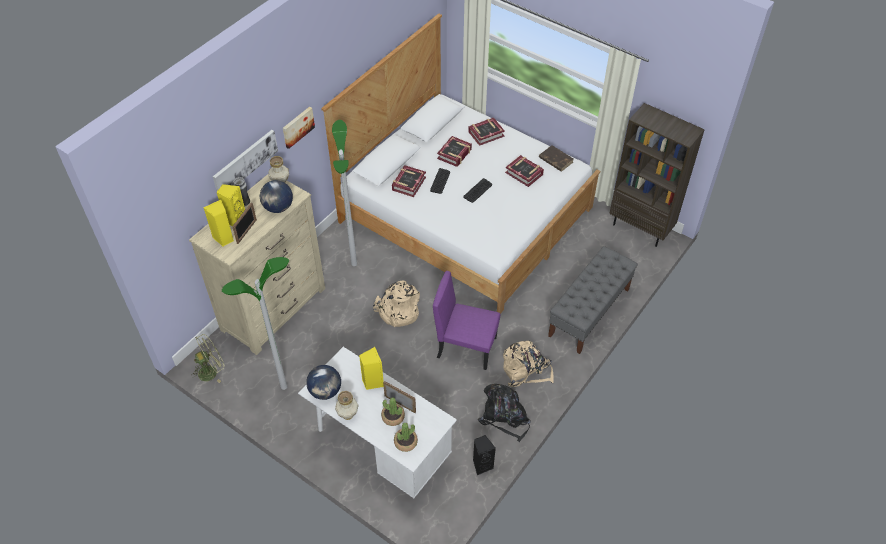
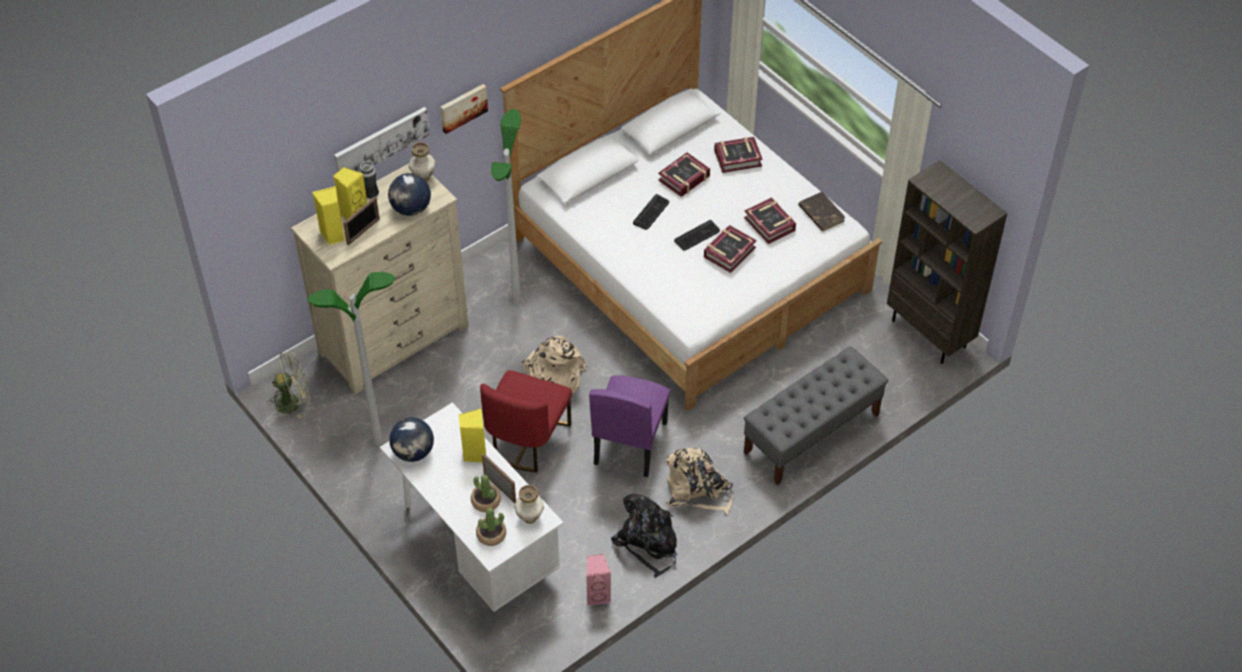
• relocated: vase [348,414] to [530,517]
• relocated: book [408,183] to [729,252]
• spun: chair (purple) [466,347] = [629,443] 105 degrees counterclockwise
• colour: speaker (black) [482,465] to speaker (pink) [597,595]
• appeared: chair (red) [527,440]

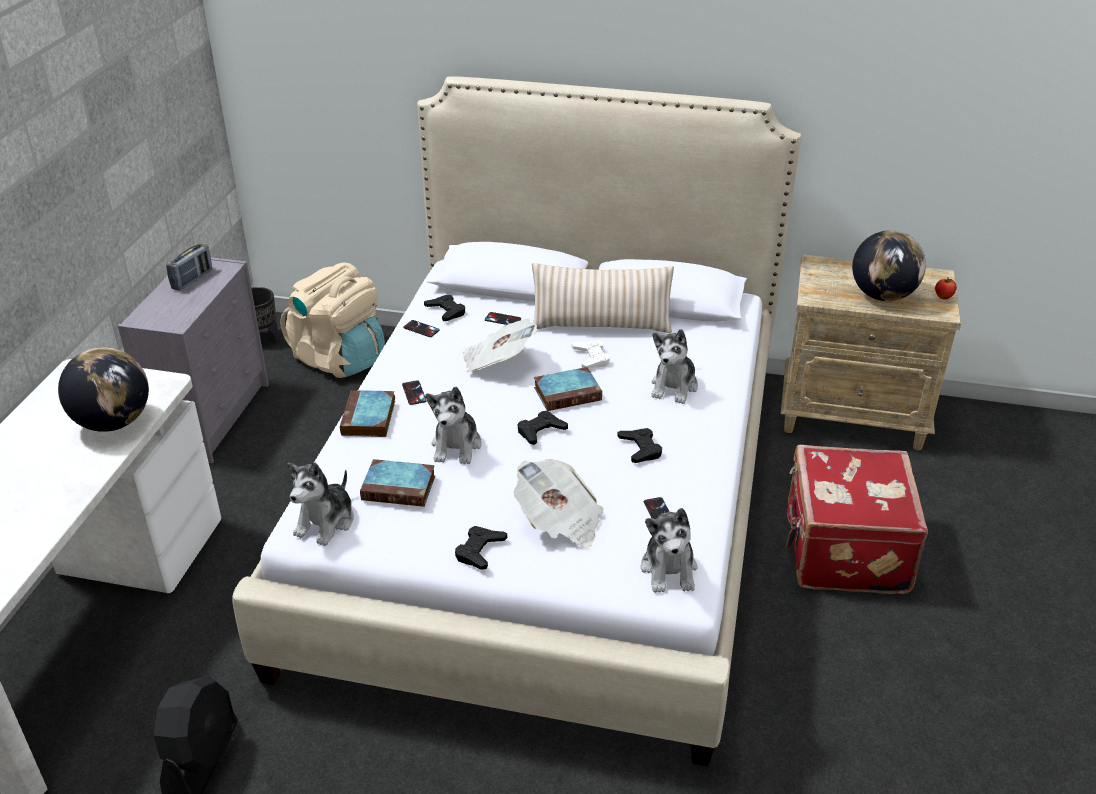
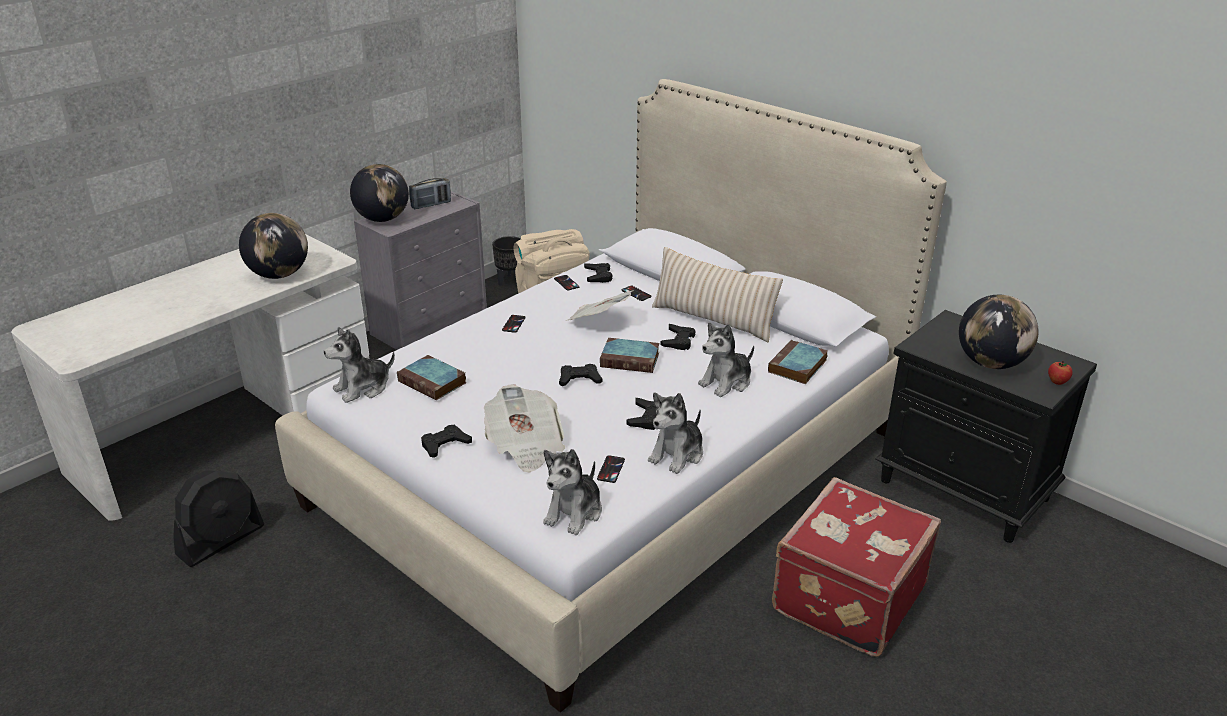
• relocated: book [369,419] to [797,367]
• relocated: plush toy [456,446] to [677,454]
• colour: game controller (white) [591,358] to game controller (black) [678,341]
• colour: nightstand (beige) [854,415] to nightstand (black) [965,490]
• appeared: globe [383,219]

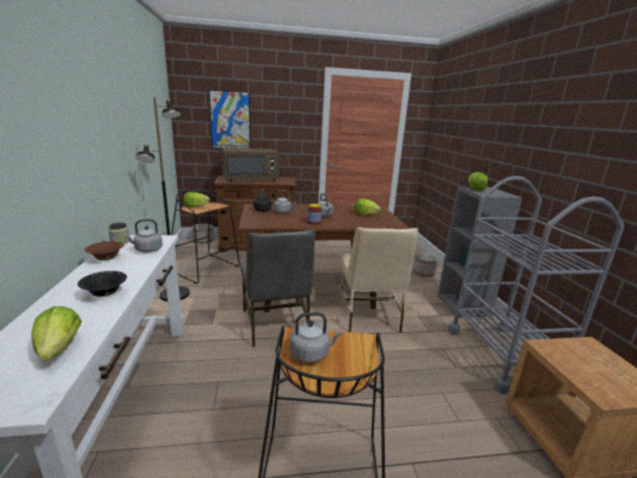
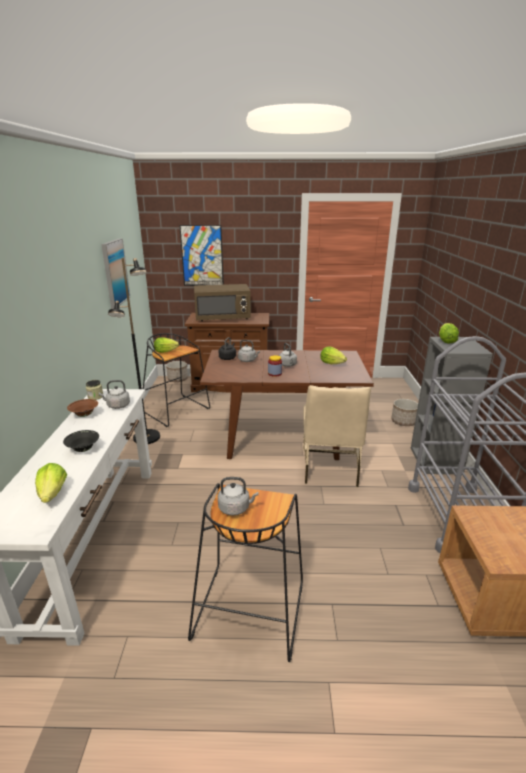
• missing: chair (grey) [275,324]
• appeared: picture [115,272]

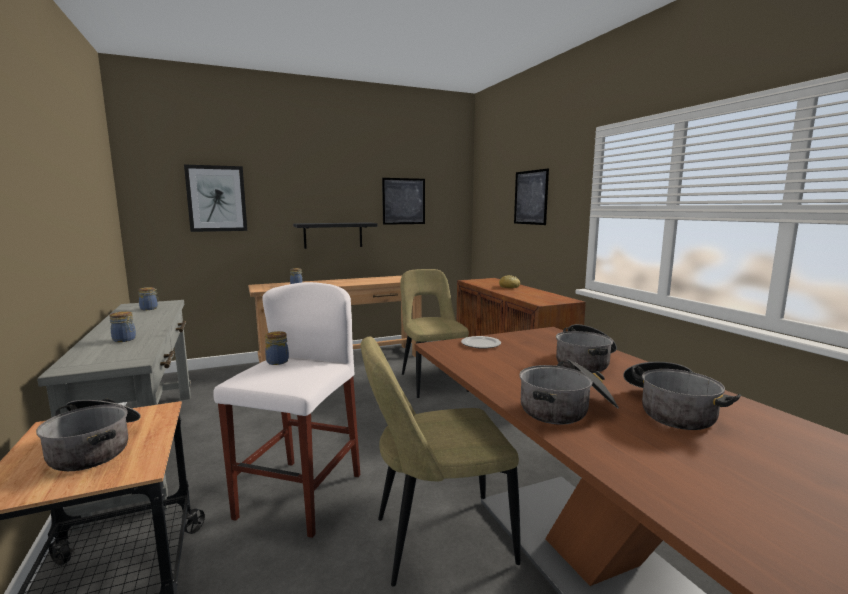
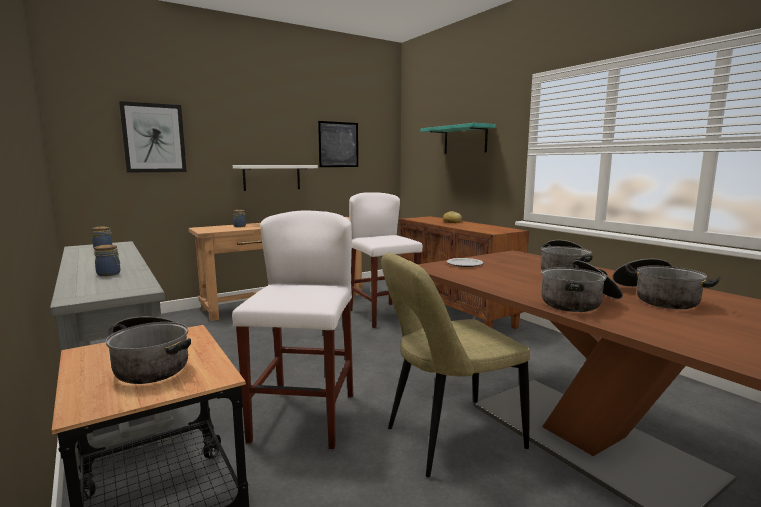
• missing: jar [277,361]
• colour: shelf (black) [333,235] to shelf (white) [272,177]
• exchanged: chair (beige) [432,382] to stool (white) [382,315]
• exchanged: picture [530,197] to shelf (turquoise) [465,140]

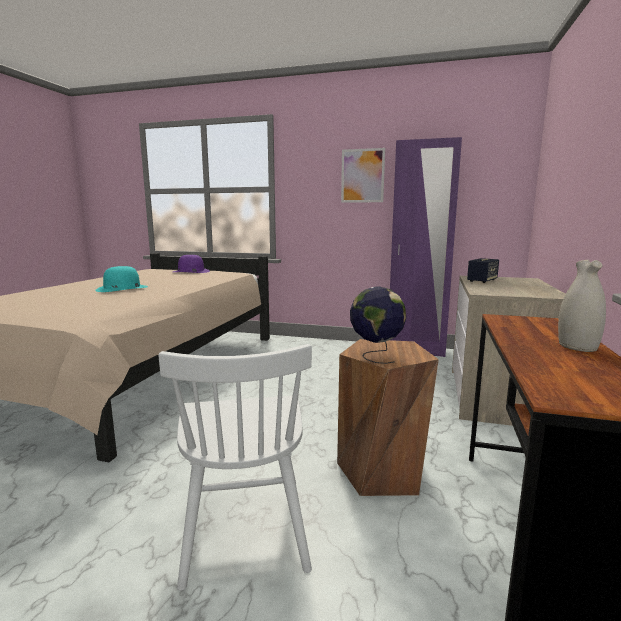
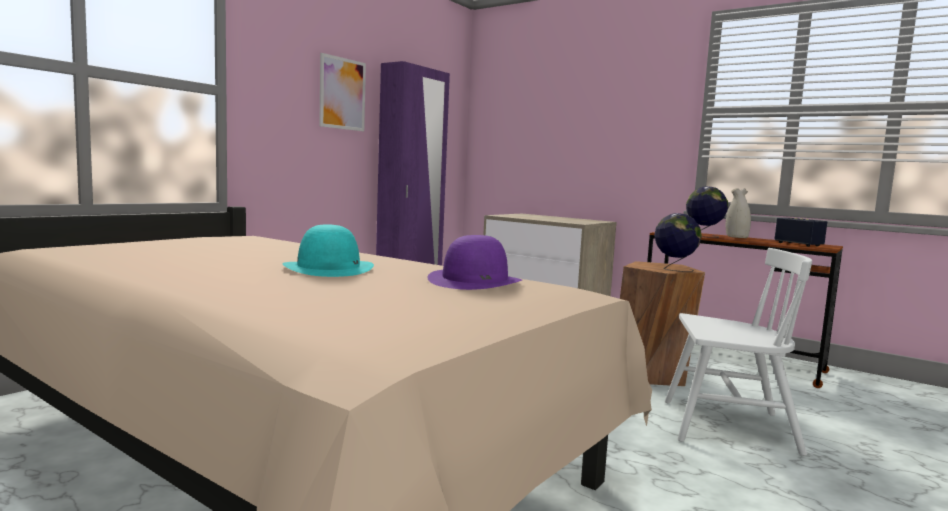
• relocated: hat (purple) [191,271] to [475,281]
• relocated: speaker [482,281] to [798,244]
• appeared: globe [703,236]

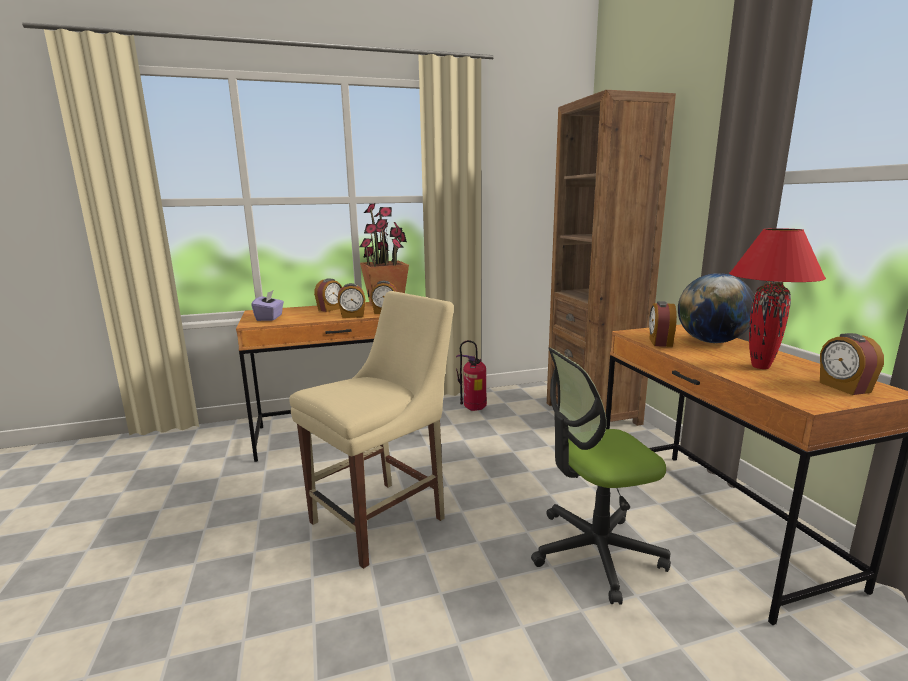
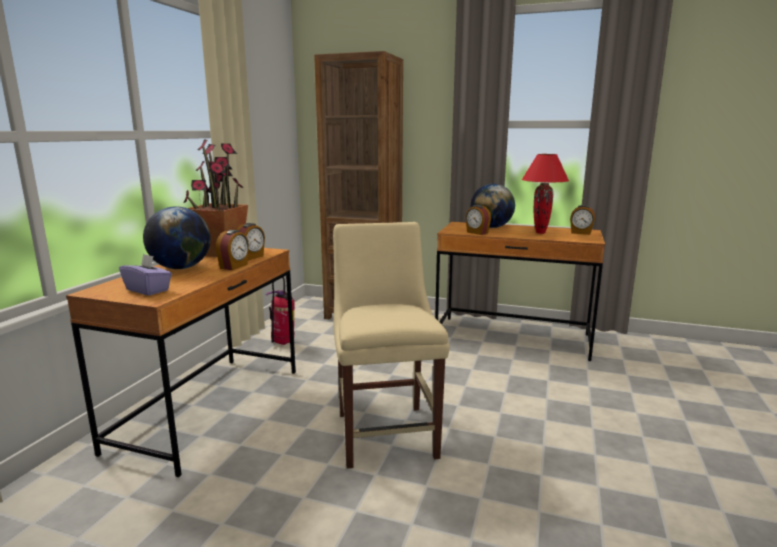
• exchanged: alarm clock [330,309] to globe [181,268]
• missing: office chair [595,552]

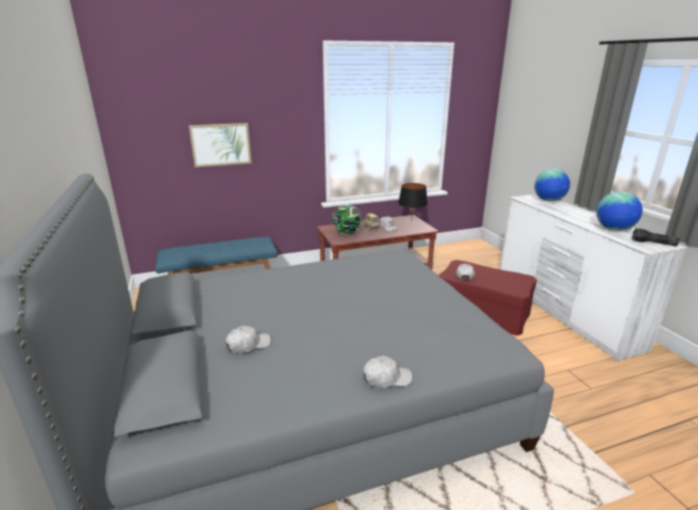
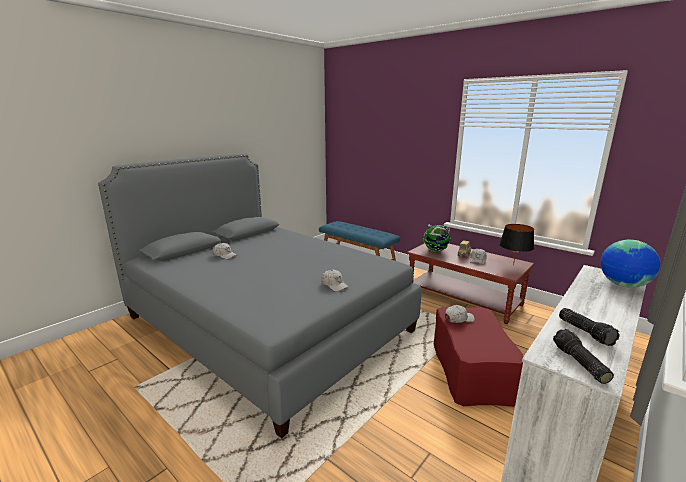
• missing: picture [221,144]
• relocated: cap (white) [386,378] to [334,285]
• exchanged: globe [614,229] to flashlight [586,332]

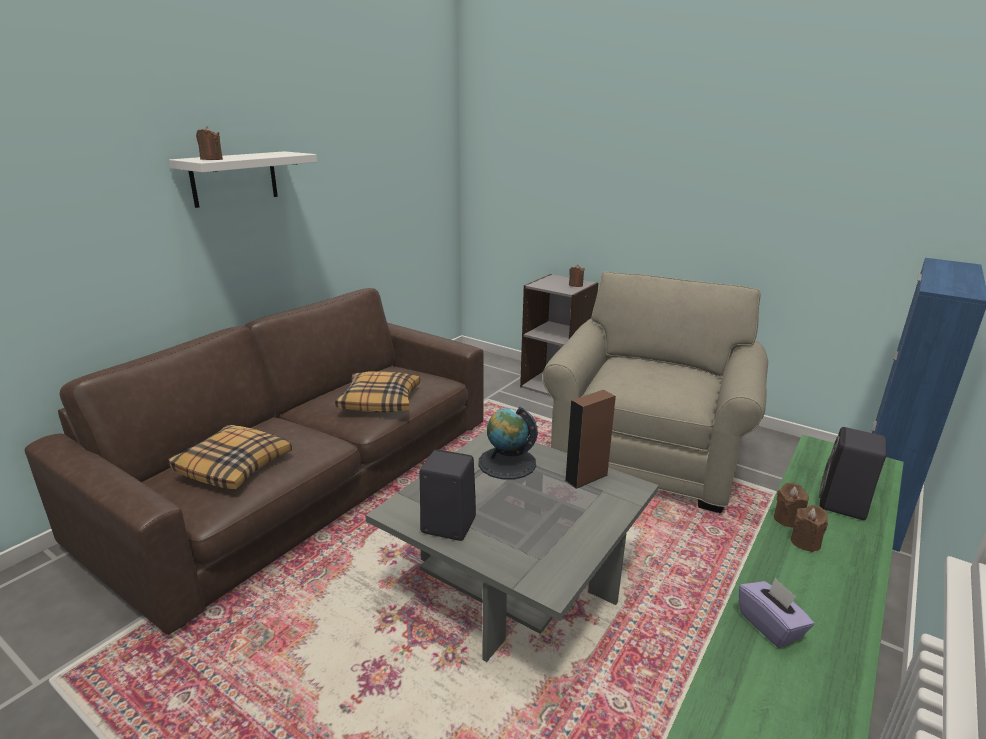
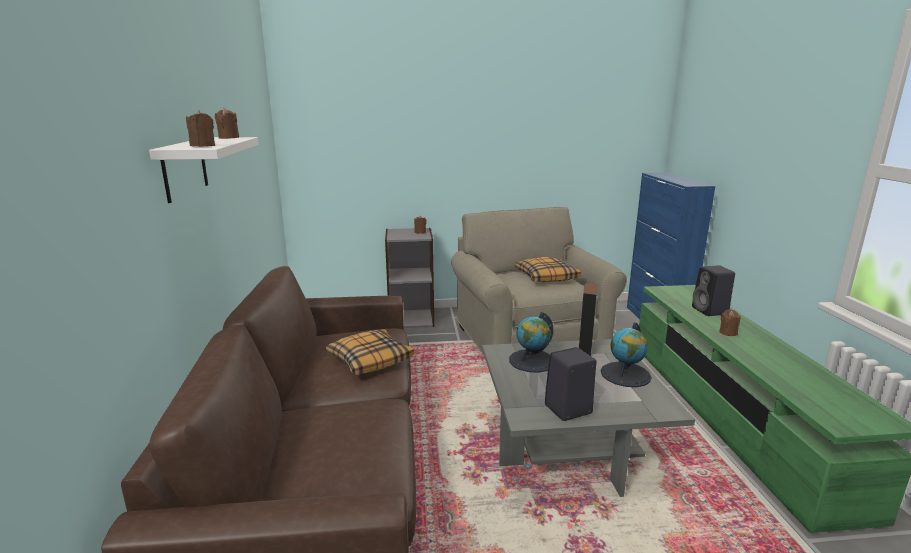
• relocated: pillow [234,466] to [546,277]
• missing: tissue box (purple) [770,625]
• relocated: candle (brown) [787,519] to [229,138]
• appeared: globe [625,374]

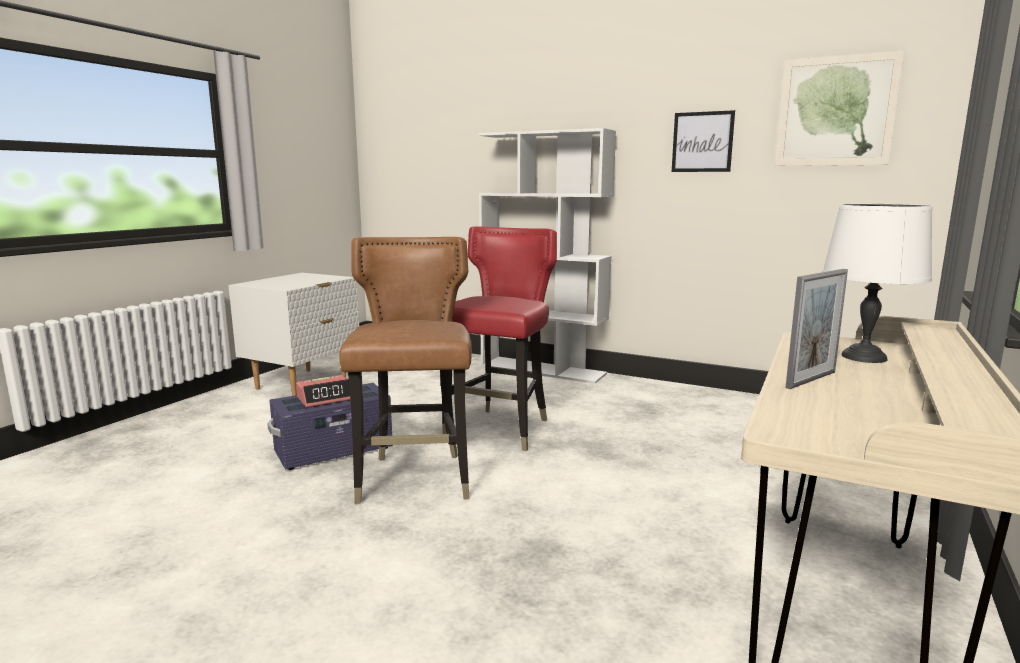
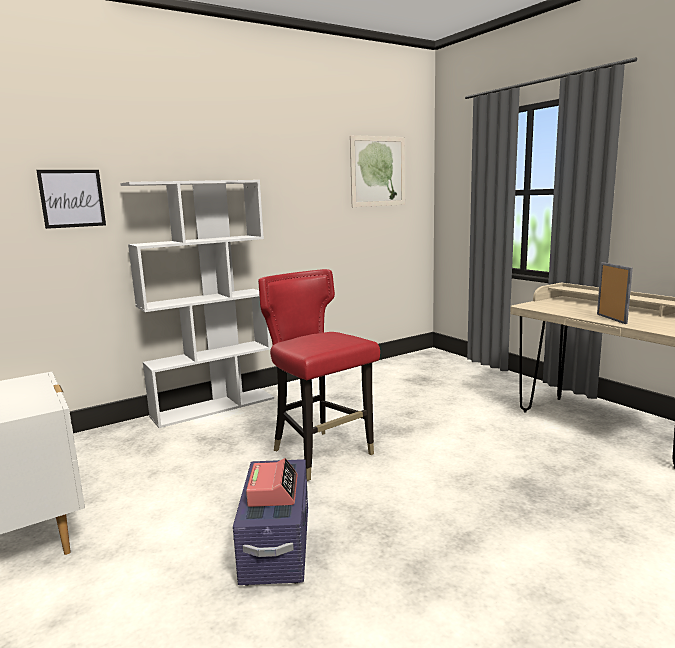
• missing: chair (brown) [416,480]
• relocated: picture [702,142] to [72,198]
• missing: table lamp (white) [863,357]

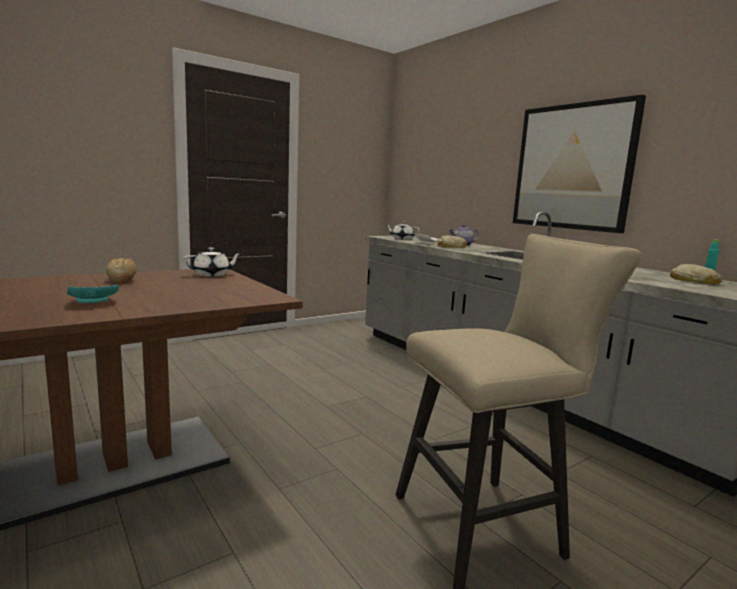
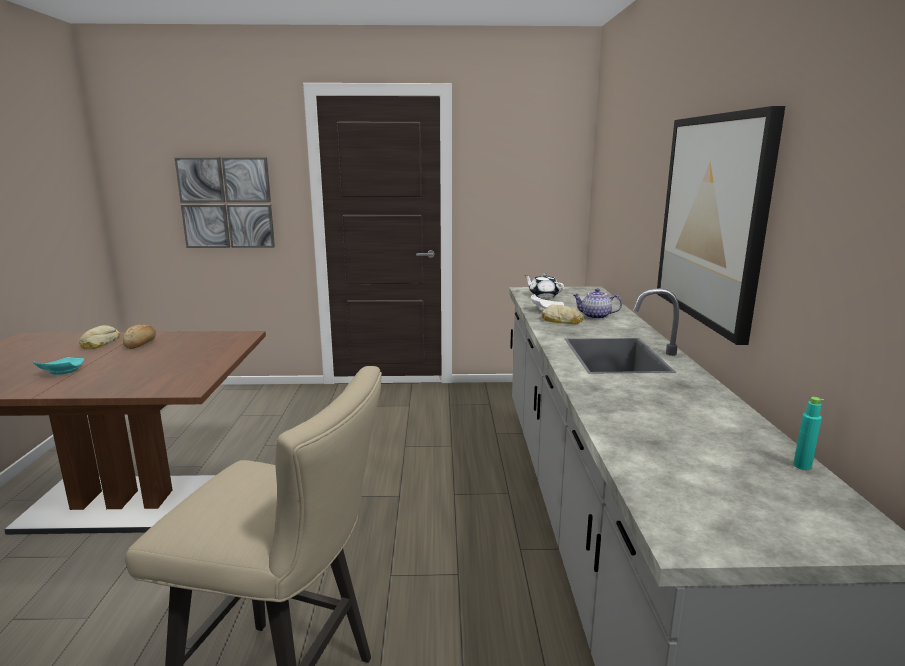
• missing: teapot (white) [212,274]
• relocated: bread [694,281] to [98,343]
• appeared: picture [226,203]

